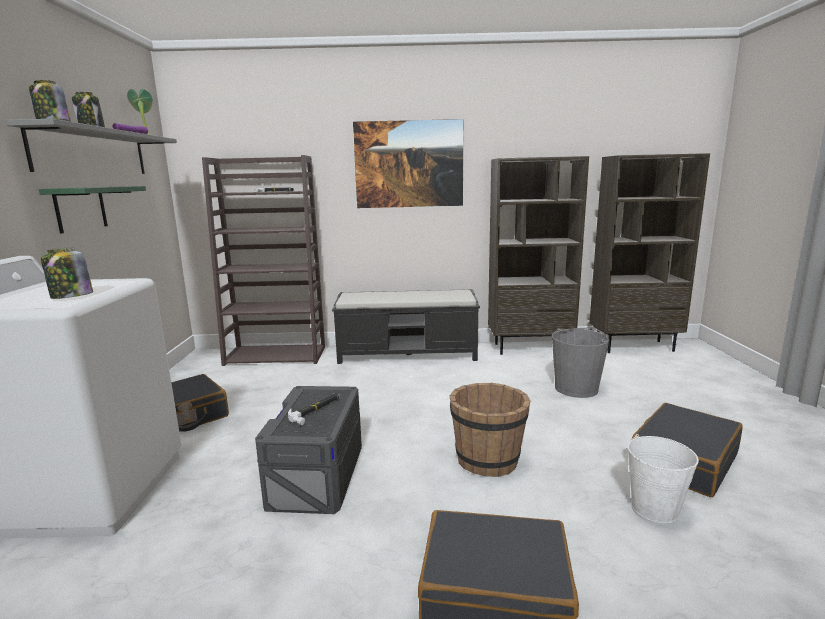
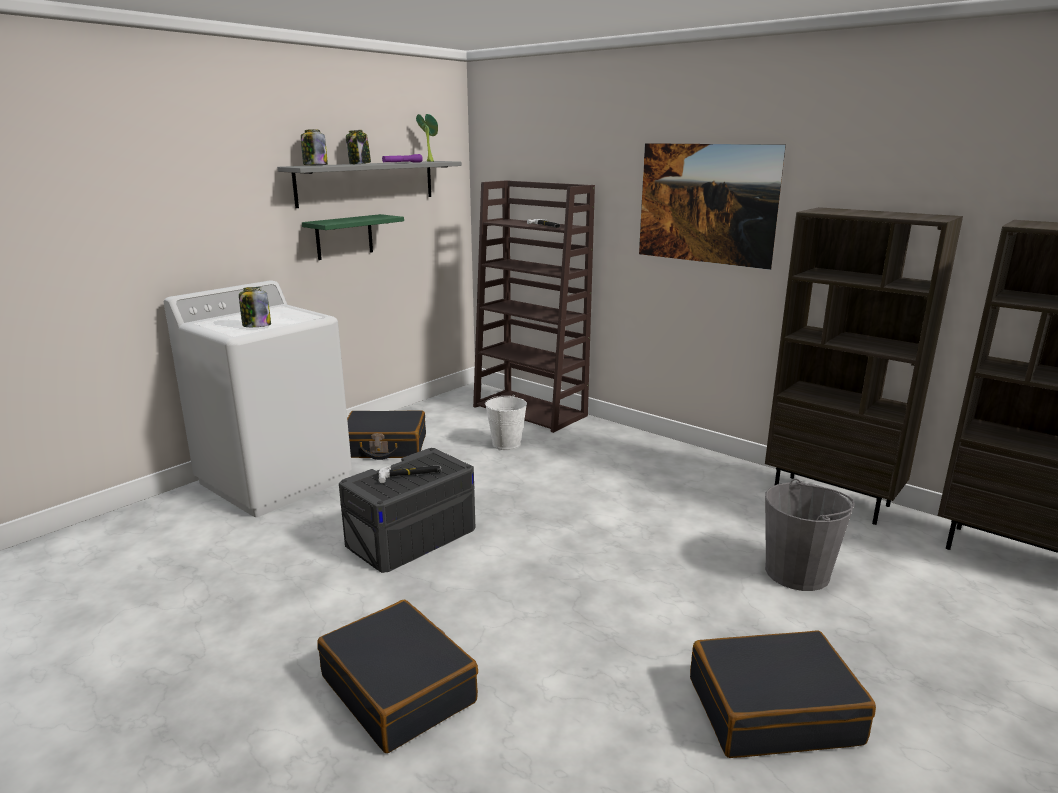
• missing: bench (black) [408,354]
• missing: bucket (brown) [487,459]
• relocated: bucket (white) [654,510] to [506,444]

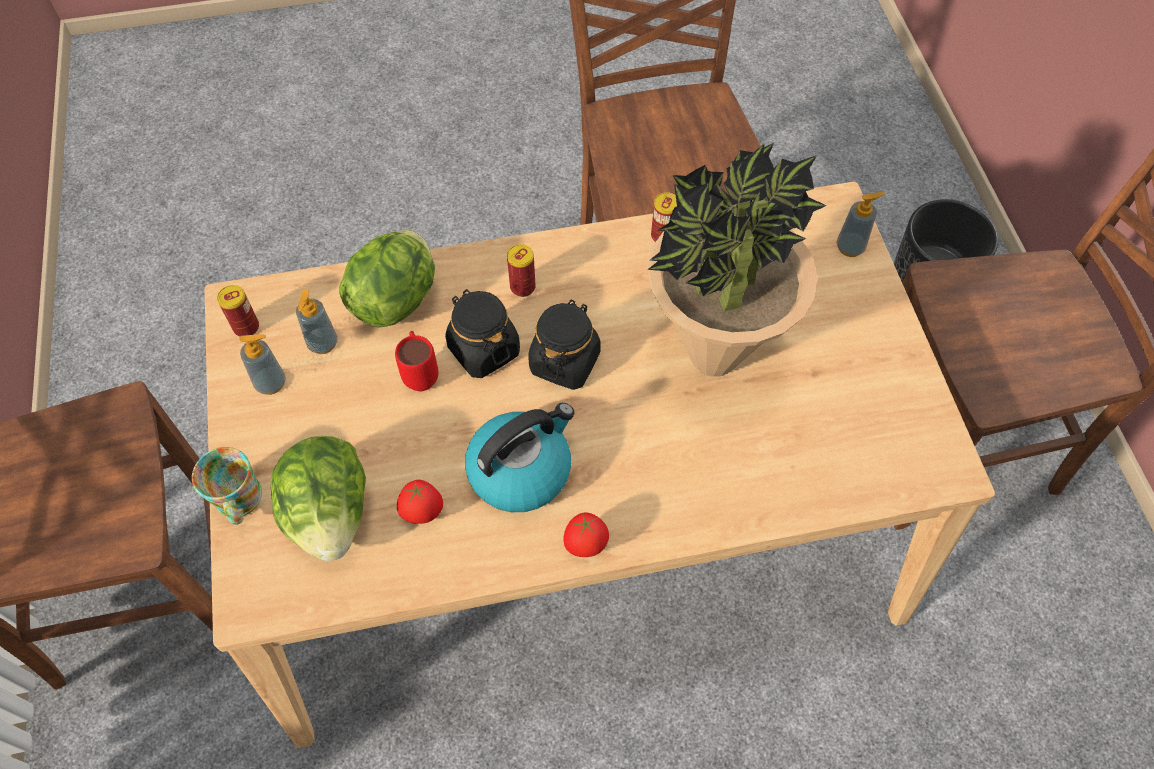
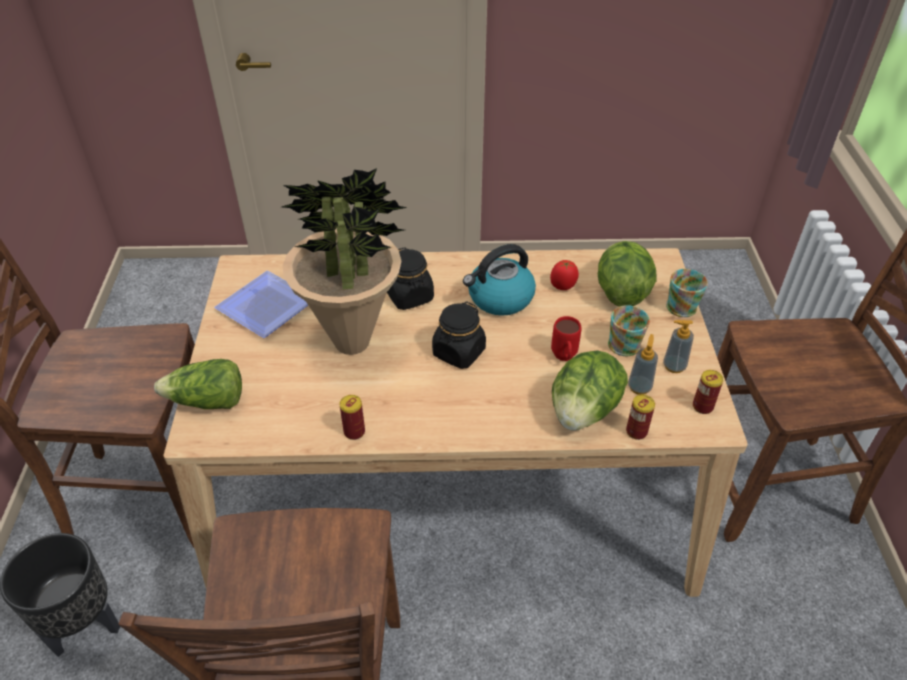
• relocated: jar (black) [483,350] to [410,296]
• relocated: can [522,287] to [636,431]
• missing: tomato [585,545]
• exchanged: soap dispenser [850,247] to lettuce [207,401]
• appeared: plate [262,307]
• appeared: mug [625,342]

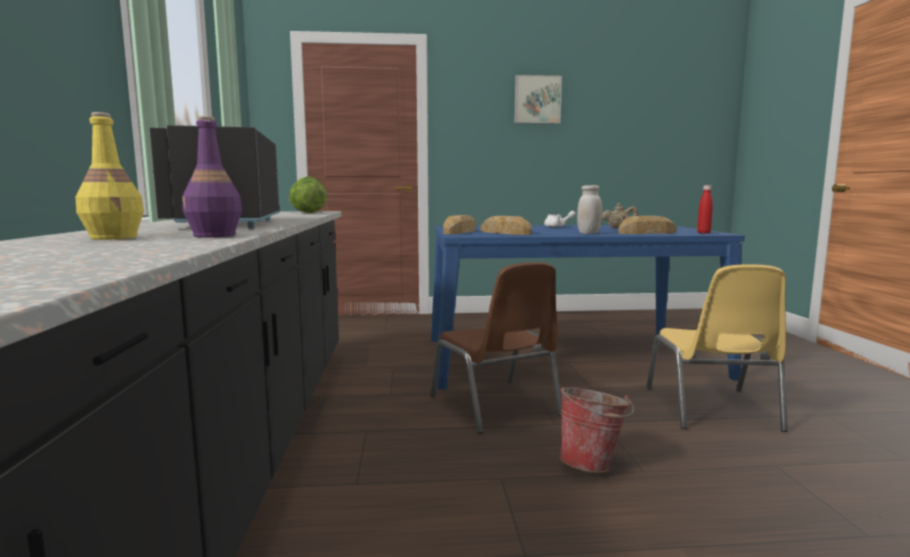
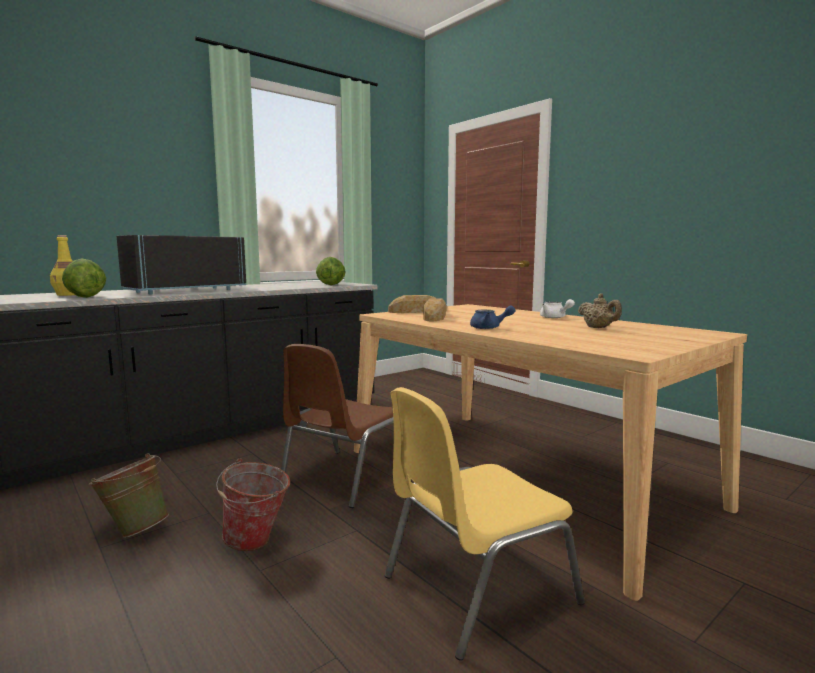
• exchanged: bottle (purple) [215,235] to lettuce [84,297]
• colour: dining table (blue) [567,357] to dining table (beige) [520,476]
• missing: picture [537,100]
• exchanged: jar (white) [588,233] to teapot (blue) [489,328]
• missing: bread [647,232]
• missing: bottle (red) [703,233]
• appeared: bucket (green) [134,530]

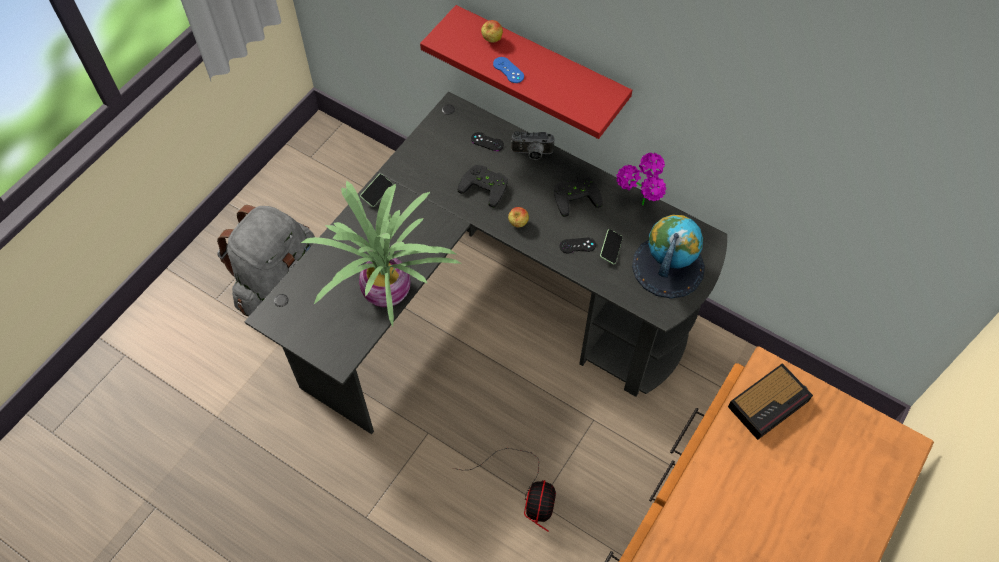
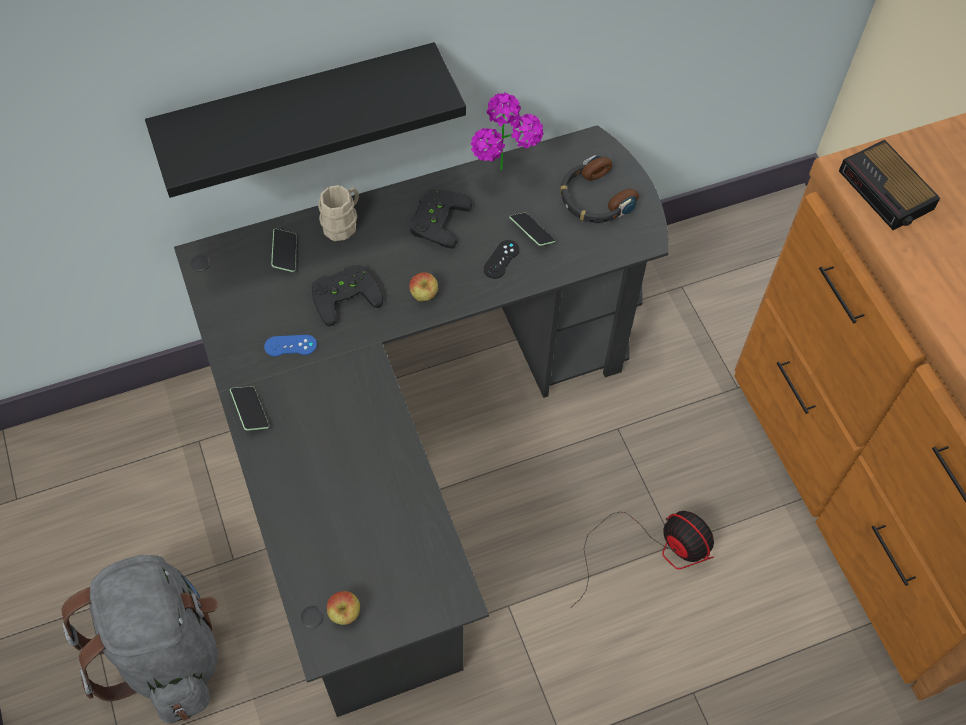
• missing: potted plant [388,289]
• colour: shelf (red) [540,68] to shelf (black) [298,111]
• exchanged: game controller (black) [487,142] to phone [285,254]
• relocated: apple [492,40] to [345,614]
• relocated: game controller (blue) [508,70] to [290,346]
• exchanged: photo camera [532,154] to mug (beige) [343,223]
• exchanged: globe [667,266] to headphones [594,199]
• spun: alarm clock [769,403] = [887,191] 150 degrees clockwise

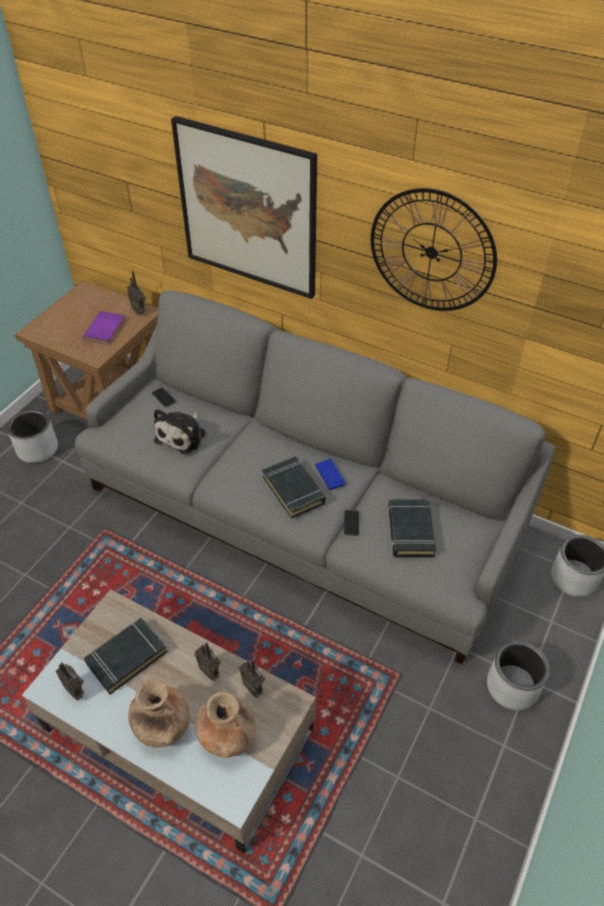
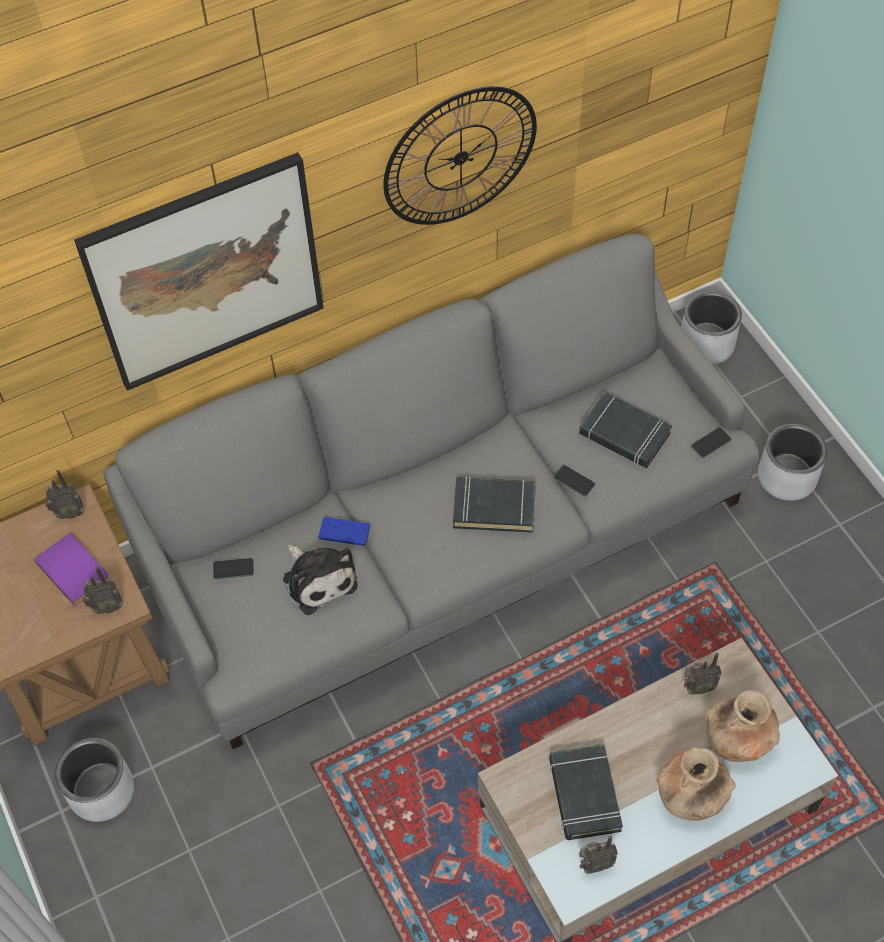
• relocated: radio [210,671] to [106,607]
• relocated: game controller (blue) [330,475] to [344,532]
• appeared: phone [711,443]

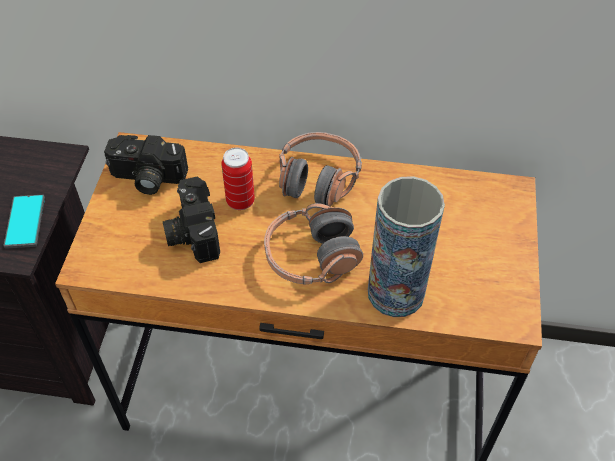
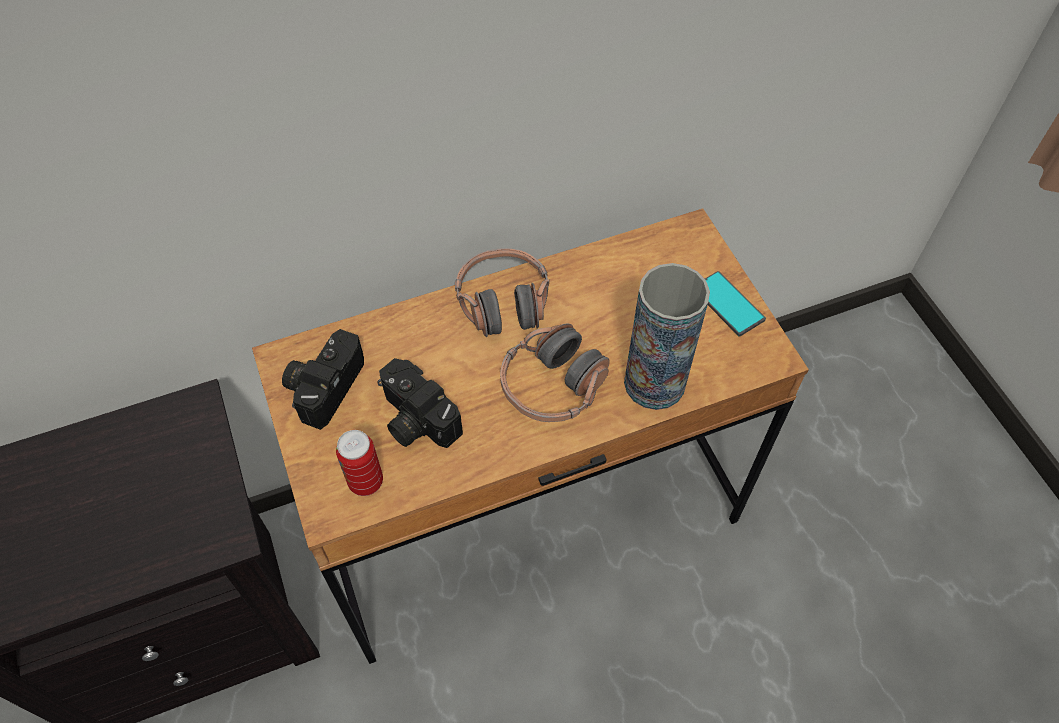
• relocated: phone [25,222] to [728,304]
• spun: photo camera [146,178] = [324,385] 135 degrees clockwise
• relocated: can [240,201] to [366,482]

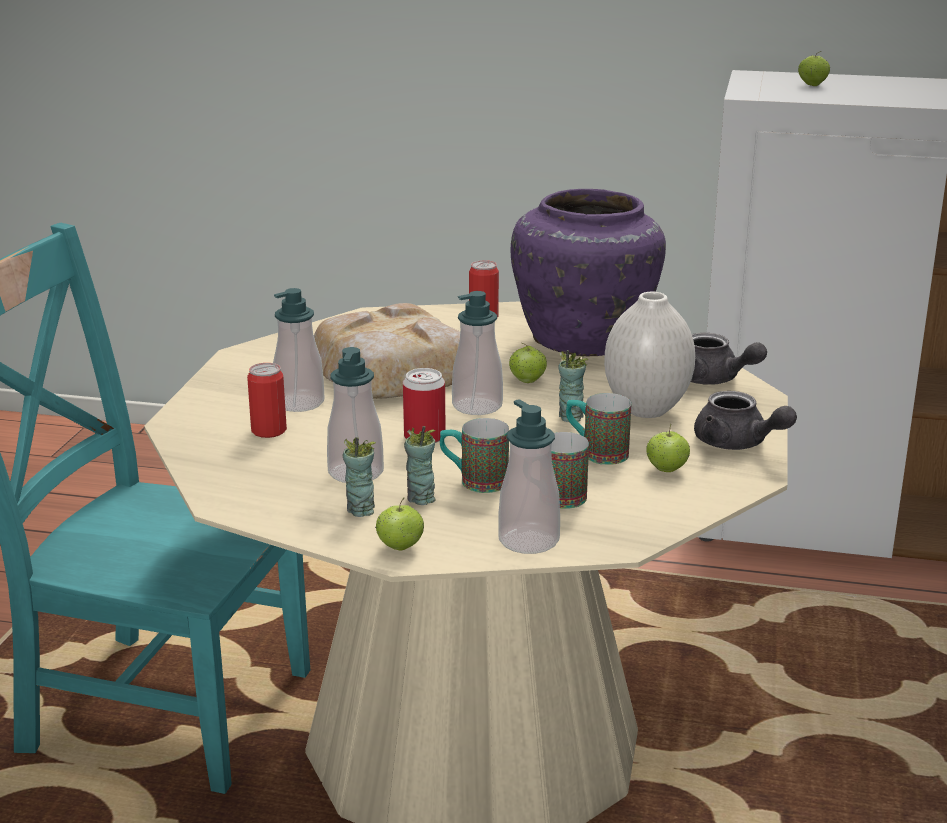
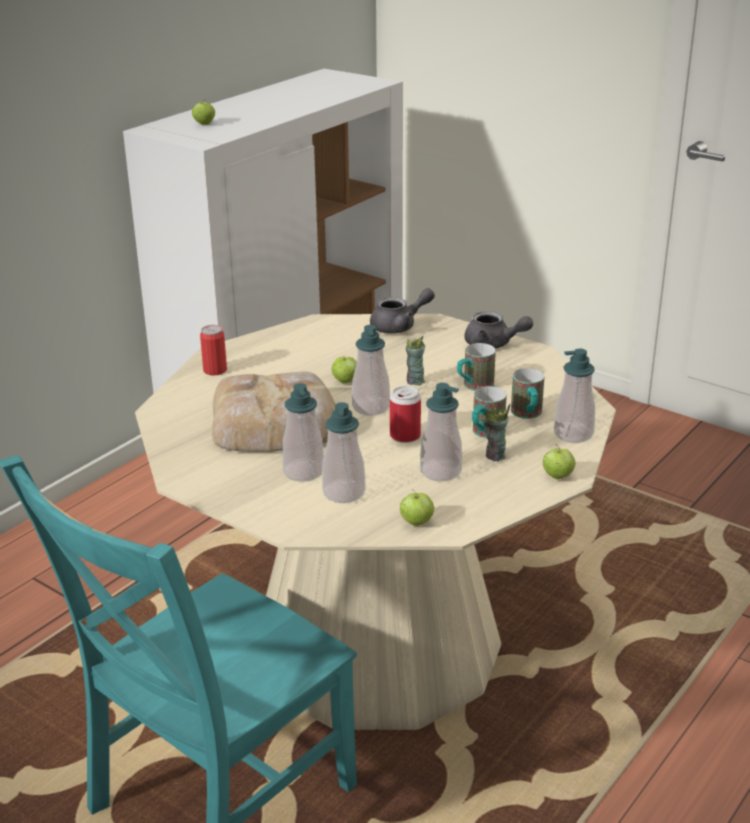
• exchanged: can [269,431] to soap dispenser [344,492]
• missing: cup [360,510]
• missing: vase (purple) [586,342]
• missing: vase (white) [645,410]
• relocated: apple [666,470] to [416,522]
• spun: teapot (grey) [737,444] = [493,344] 45 degrees clockwise

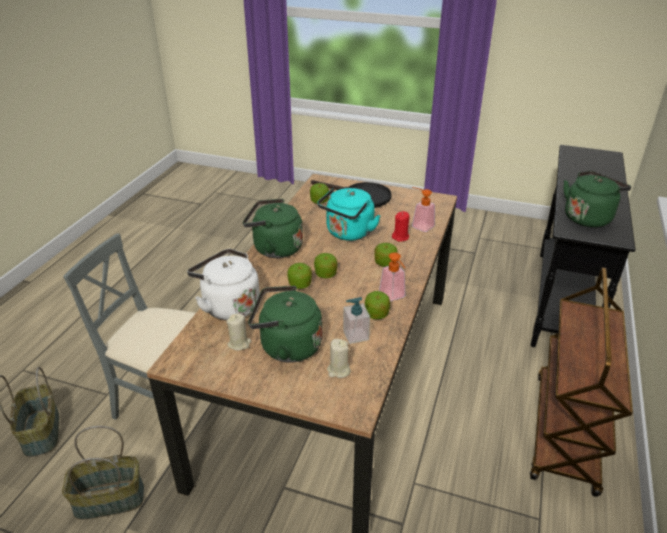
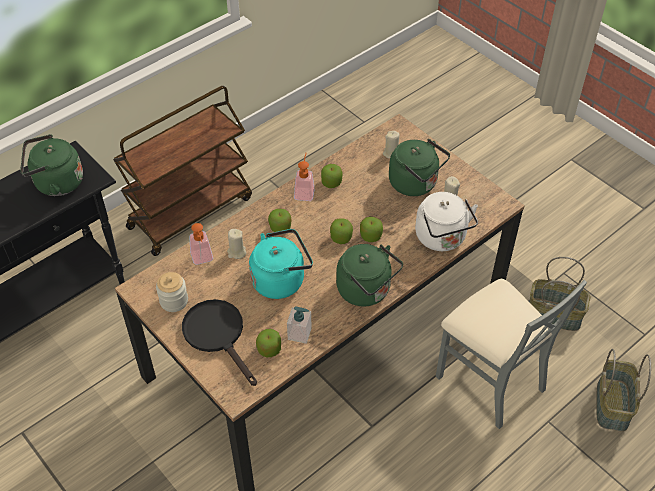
• relocated: soap dispenser [355,335] to [299,334]
• colour: candle (red) [400,237] to candle (beige) [236,252]
• appeared: jar [174,301]

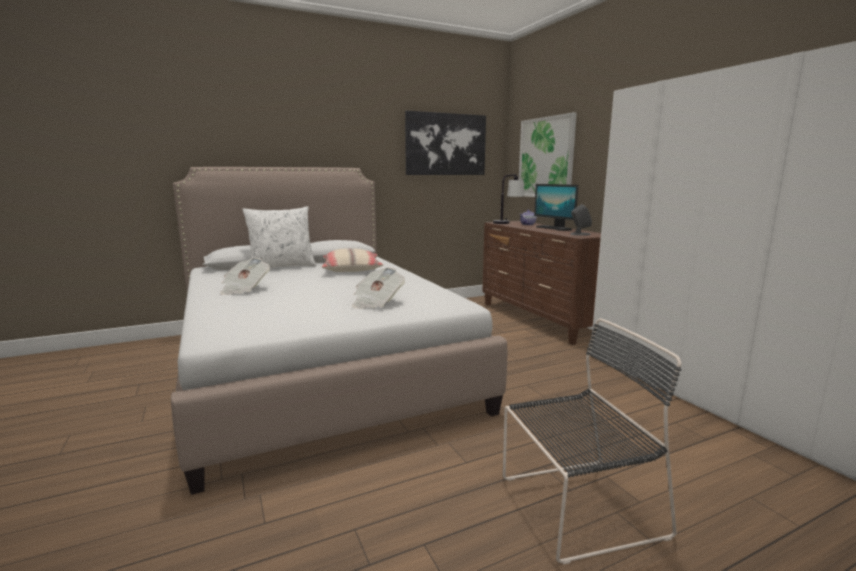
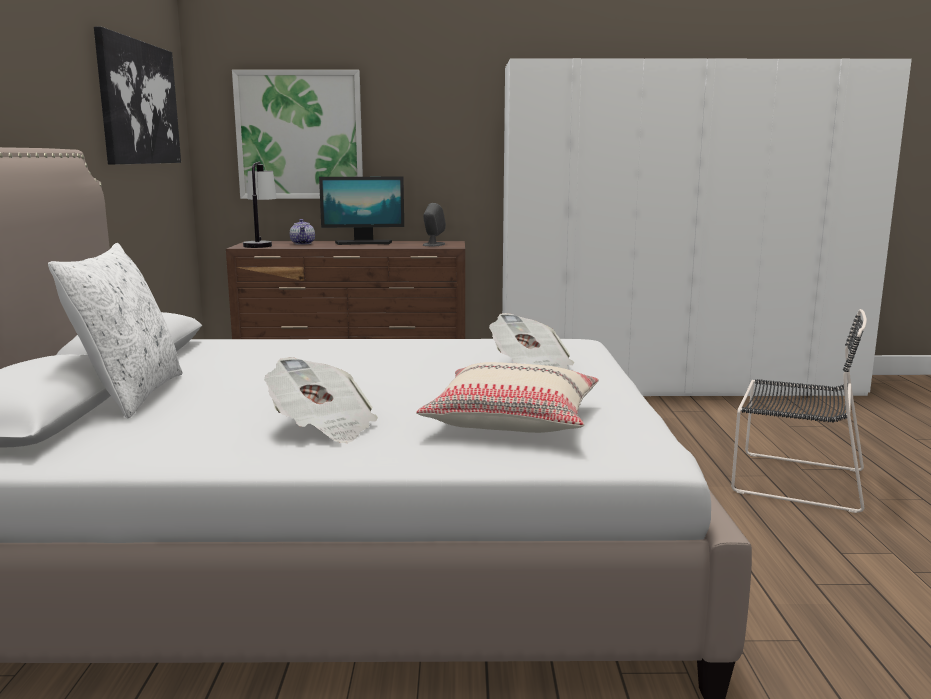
• relocated: pillow (beige) [352,269] to [513,419]
• spun: chair (black) [576,507] = [792,480] 105 degrees clockwise

